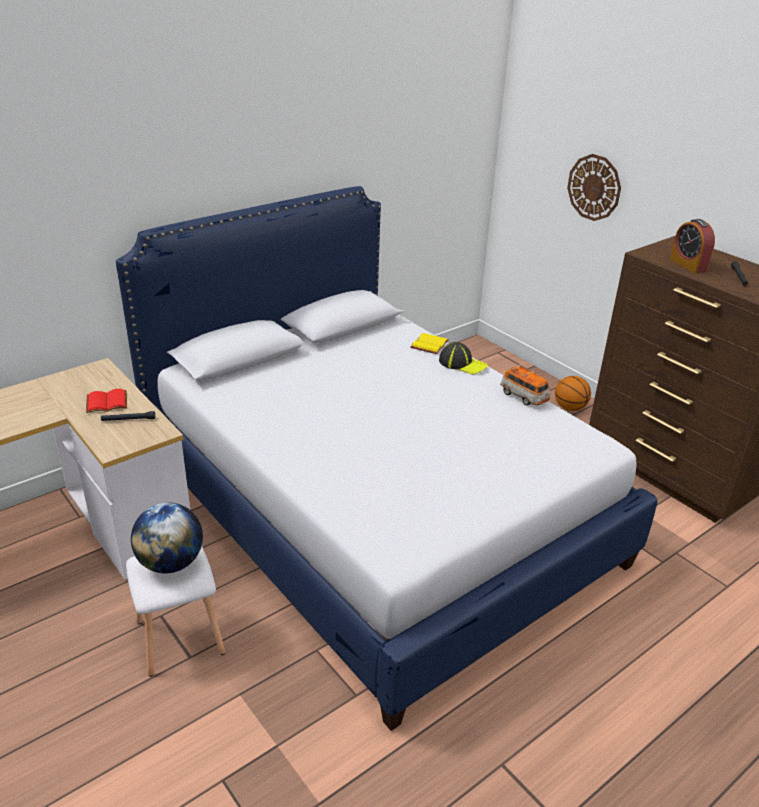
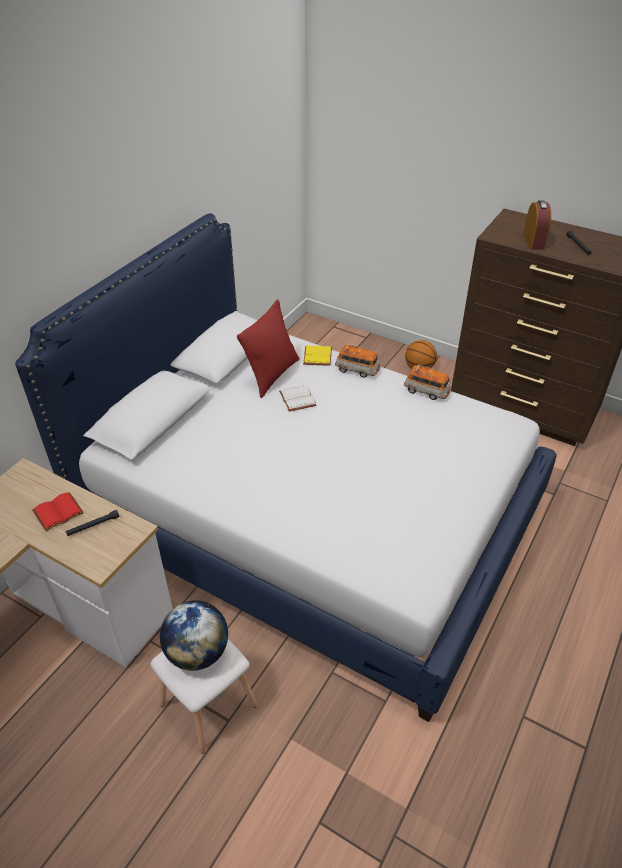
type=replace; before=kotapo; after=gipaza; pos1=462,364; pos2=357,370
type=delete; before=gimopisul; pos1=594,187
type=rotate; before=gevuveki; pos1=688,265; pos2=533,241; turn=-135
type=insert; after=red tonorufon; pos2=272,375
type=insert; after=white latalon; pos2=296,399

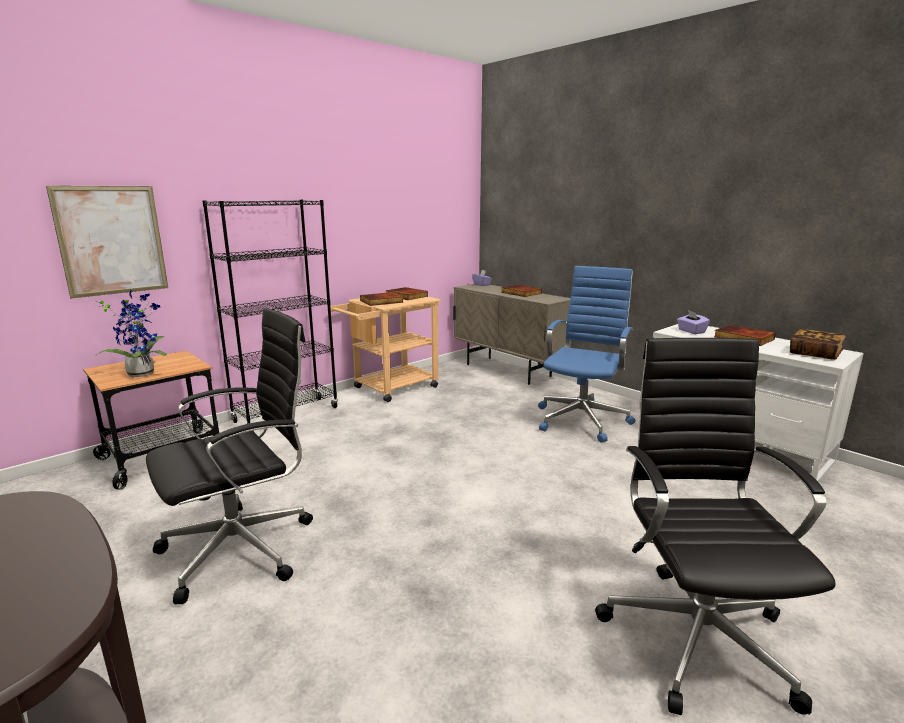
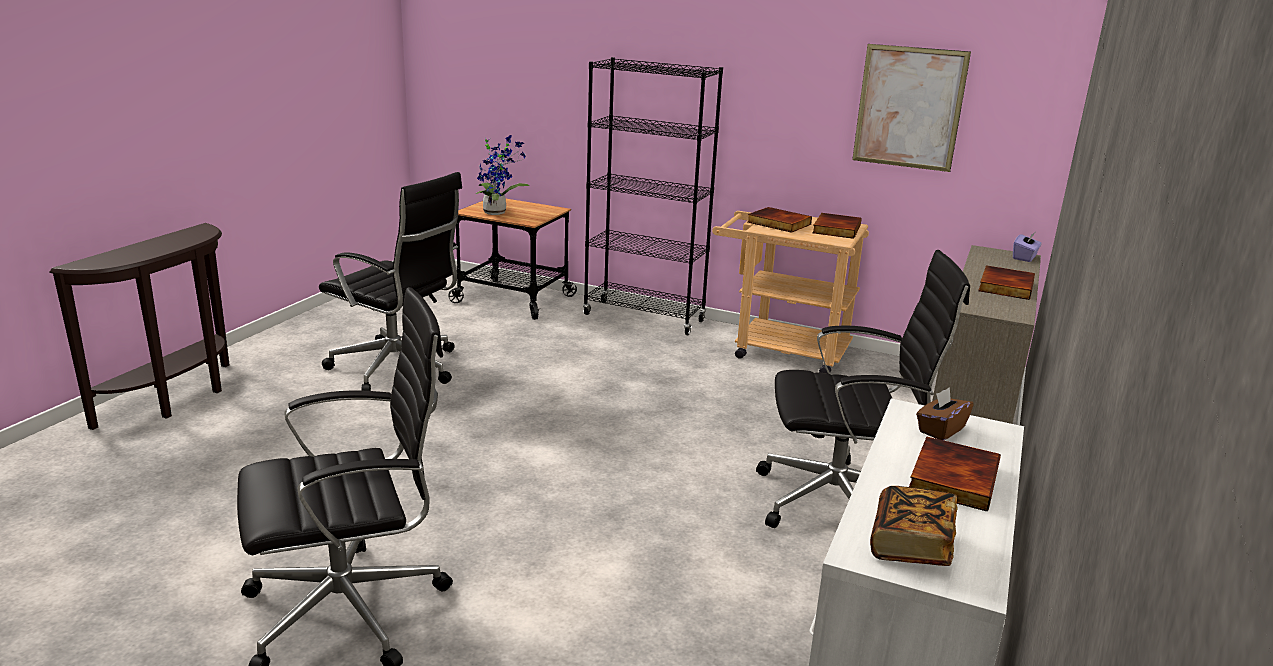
type=move; before=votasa; pos1=111,241; pos2=909,108
type=recolor; before=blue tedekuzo; after=black tedekuzo; pos1=582,419; pos2=840,503
type=recolor; before=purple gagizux; after=brown gagizux; pos1=691,331; pos2=940,430

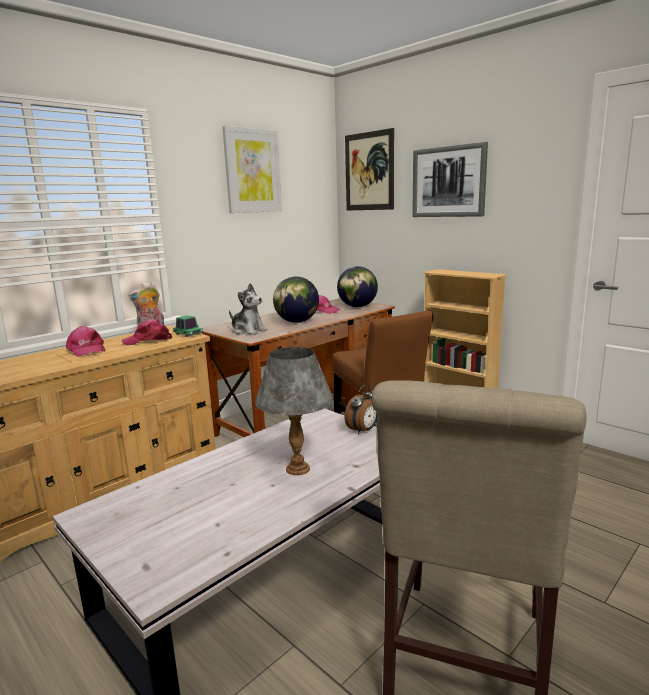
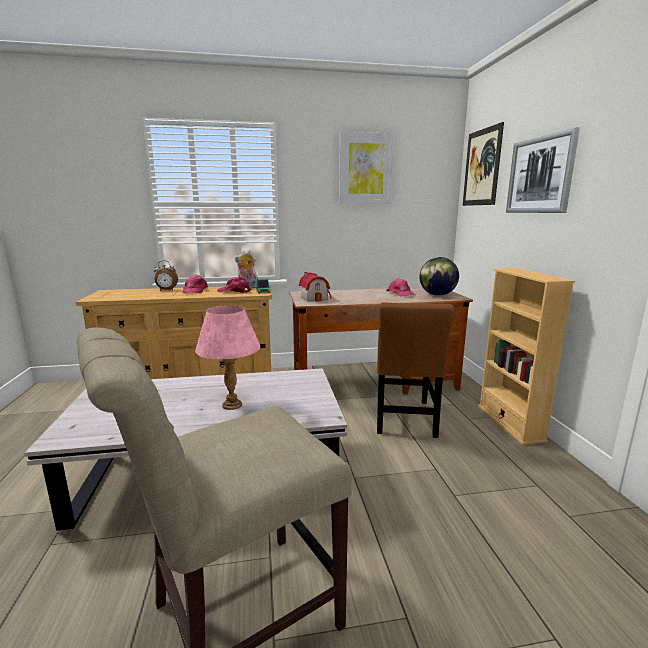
type=replace; before=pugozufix; after=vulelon; pos1=248,331; pos2=315,298
type=recolor; before=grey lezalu; after=pink lezalu; pos1=297,469; pos2=232,405
type=delete; before=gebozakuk; pos1=296,322
type=move; before=gevuveki; pos1=363,430; pos2=166,290

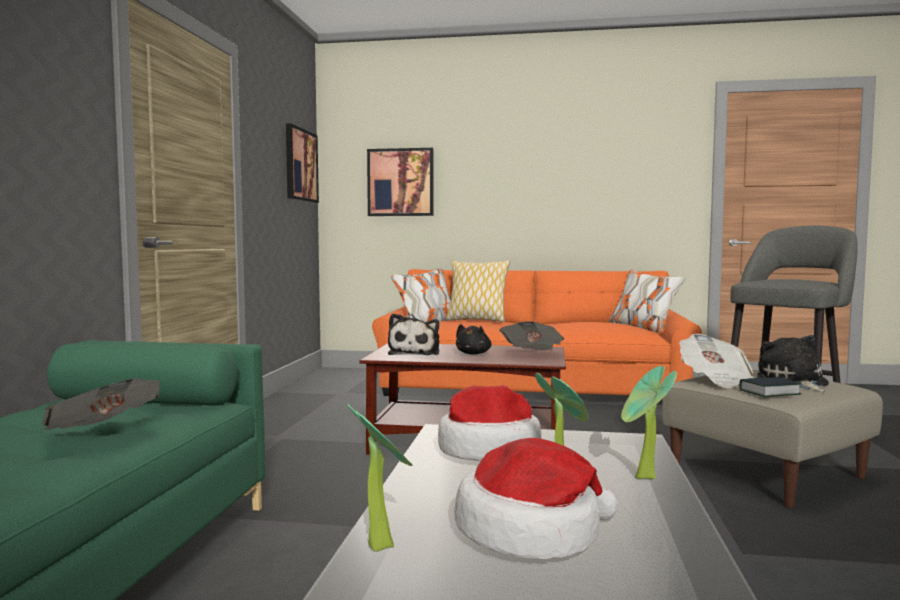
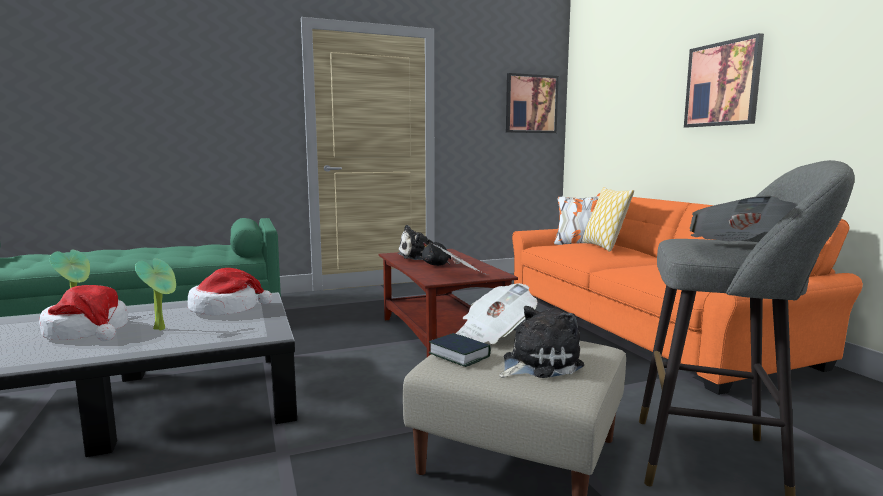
type=move; before=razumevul; pos1=103,435; pos2=737,248
type=move; before=votasa; pos1=400,182; pos2=722,84
type=delete; before=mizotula; pos1=644,479

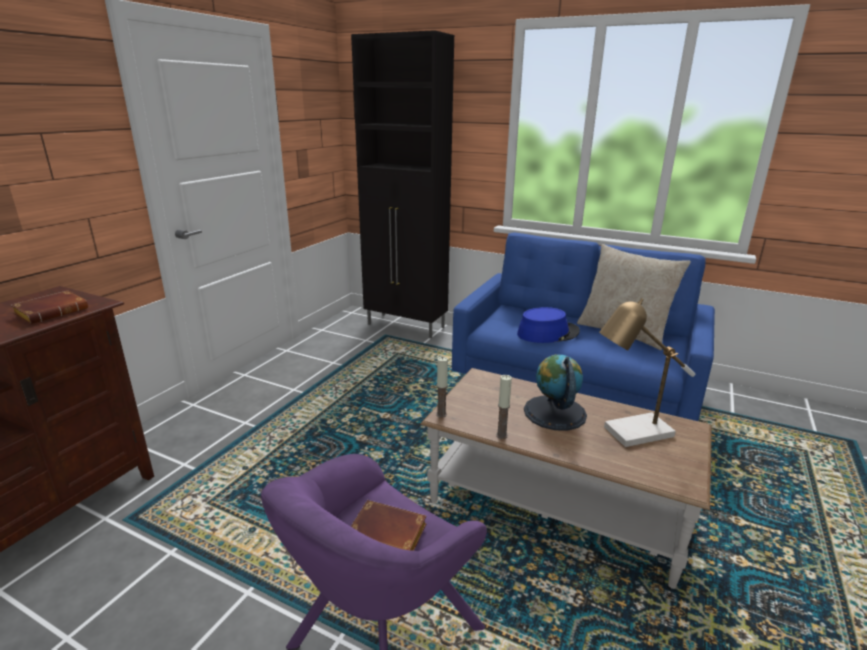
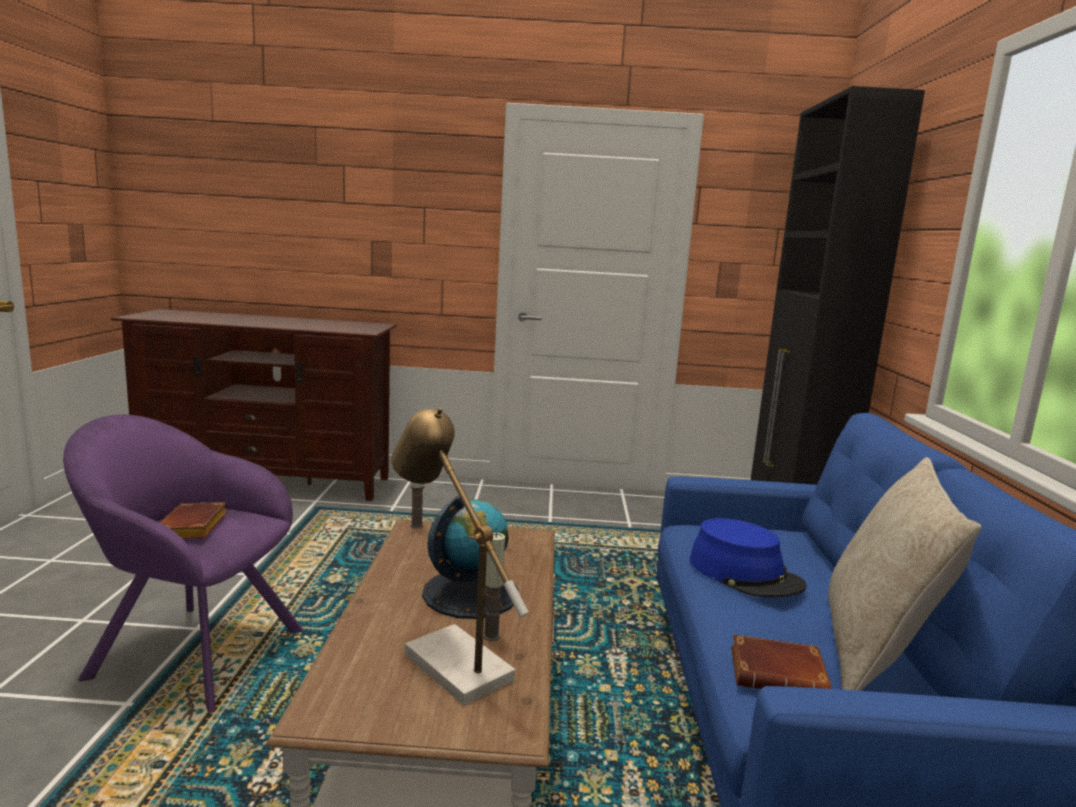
type=move; before=brown latalon; pos1=53,312; pos2=779,674
type=move; before=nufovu; pos1=501,435; pos2=491,635

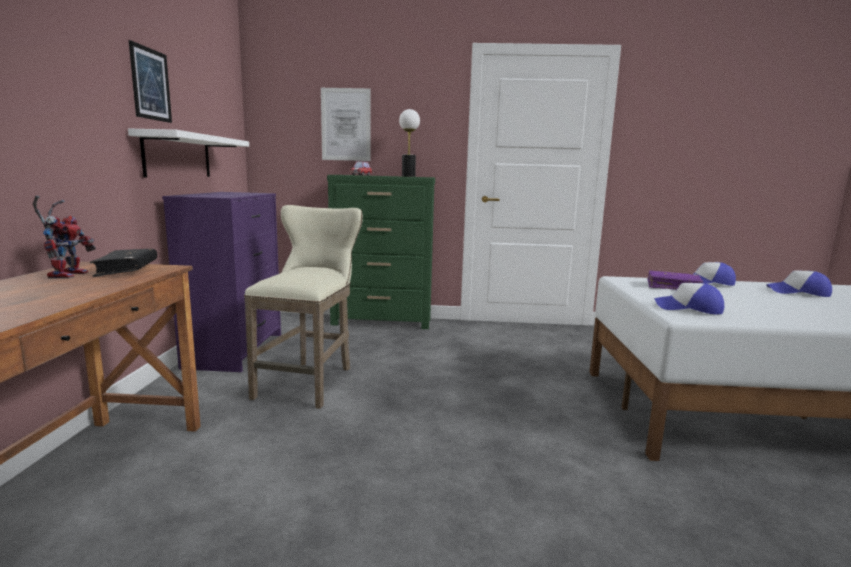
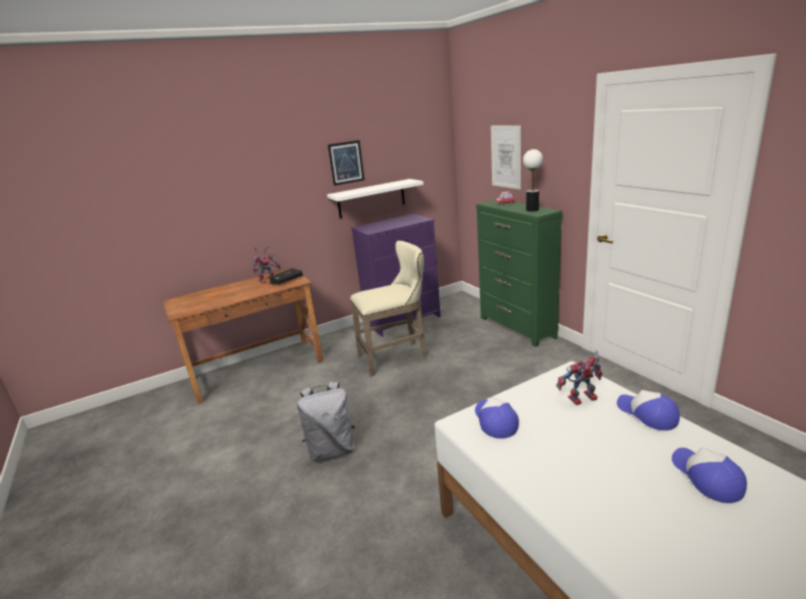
type=replace; before=purple latalon; after=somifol; pos1=672,287; pos2=581,400
type=insert; after=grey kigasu; pos2=332,450

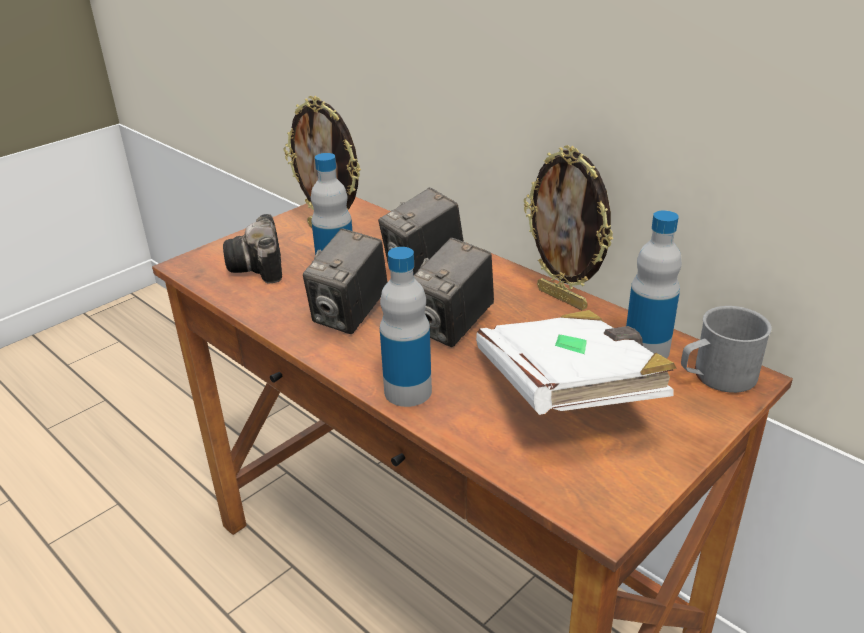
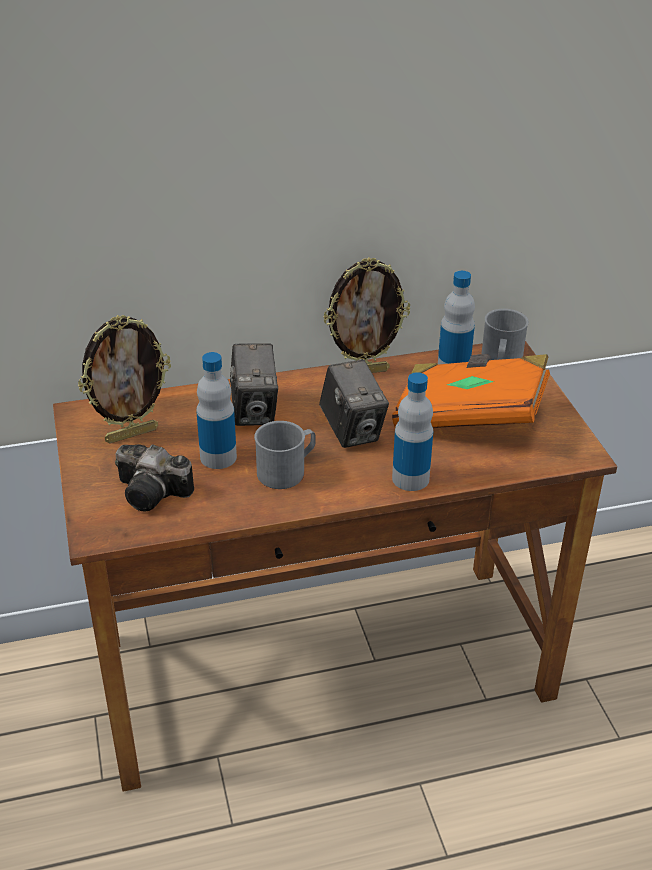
type=replace; before=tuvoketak; after=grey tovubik; pos1=350,315; pos2=287,470
type=recolor; before=white latalon; after=orange latalon; pos1=567,392; pos2=469,417

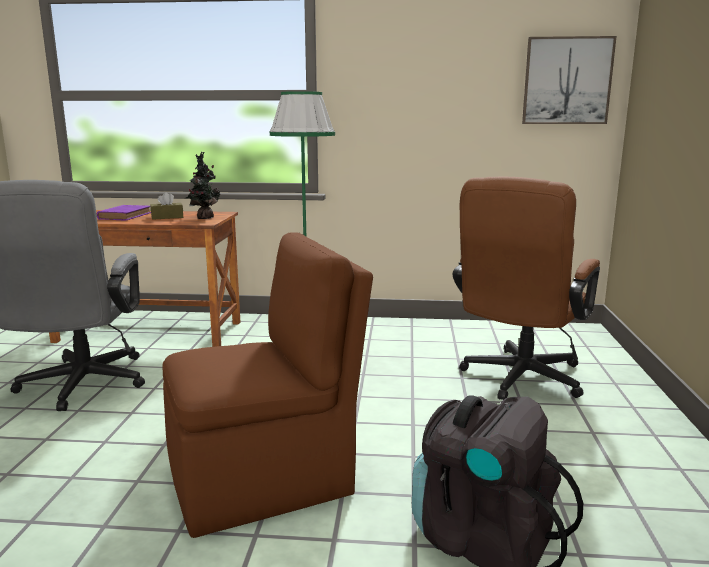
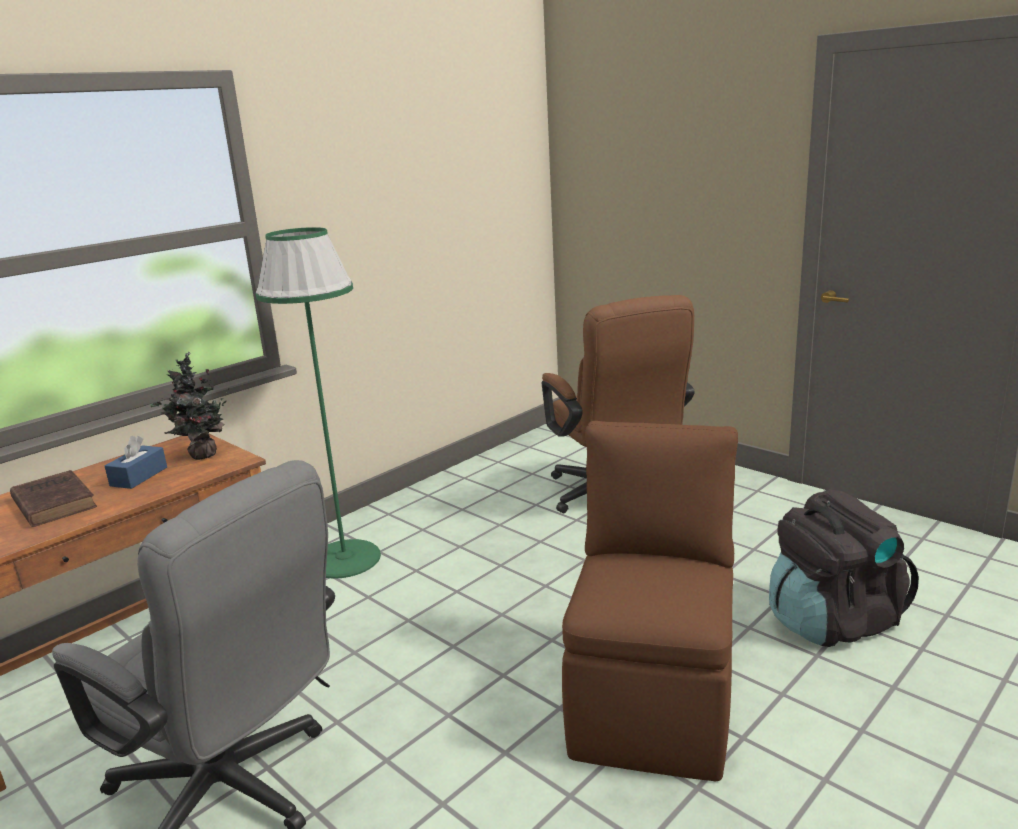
type=recolor; before=purple latalon; after=brown latalon; pos1=125,216; pos2=53,503
type=recolor; before=brown gagizux; after=blue gagizux; pos1=167,217; pos2=139,476
type=delete; before=votasa; pos1=567,81

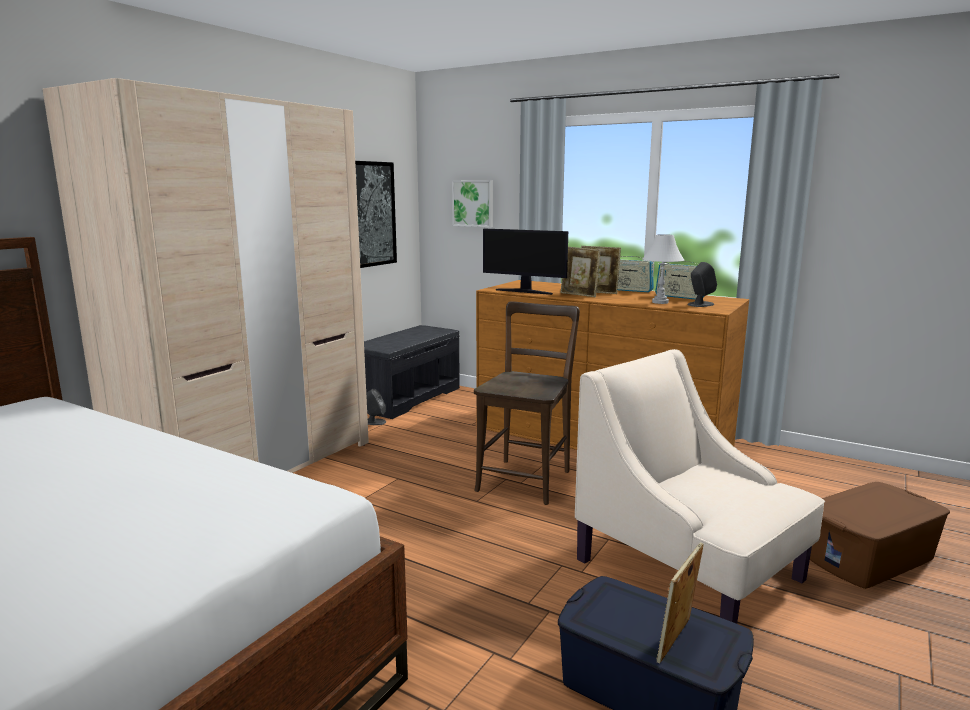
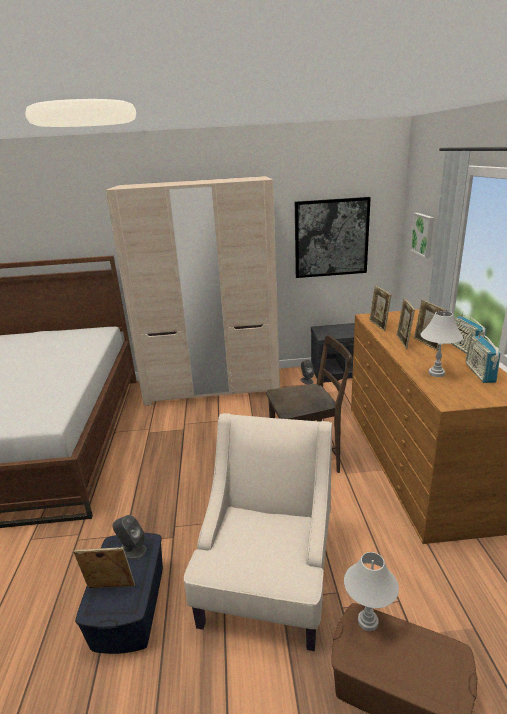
type=replace; before=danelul; after=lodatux; pos1=524,291; pos2=378,325
type=move; before=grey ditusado; pos1=700,304; pos2=132,550
type=insert; after=white lezalu; pos2=368,621

